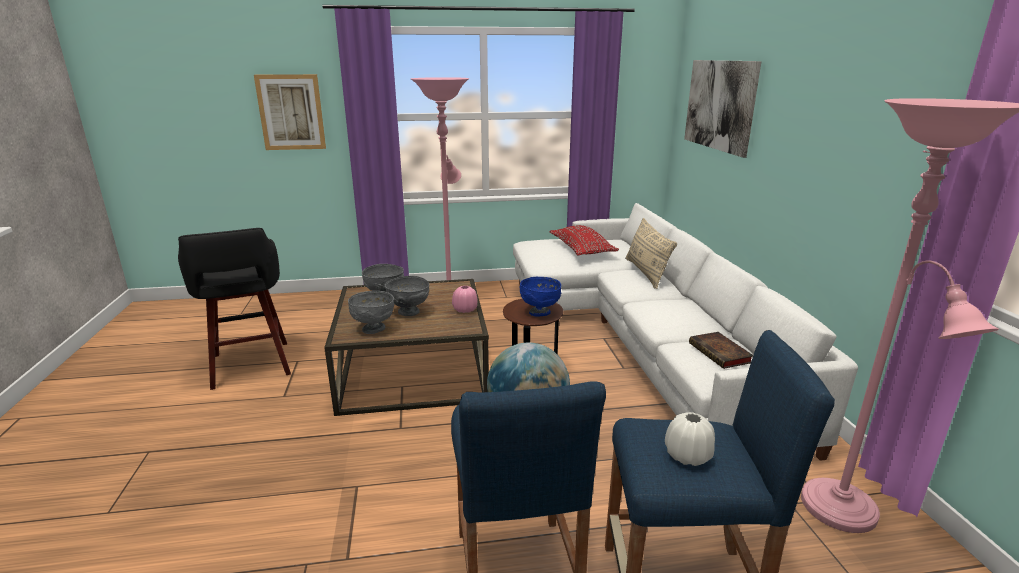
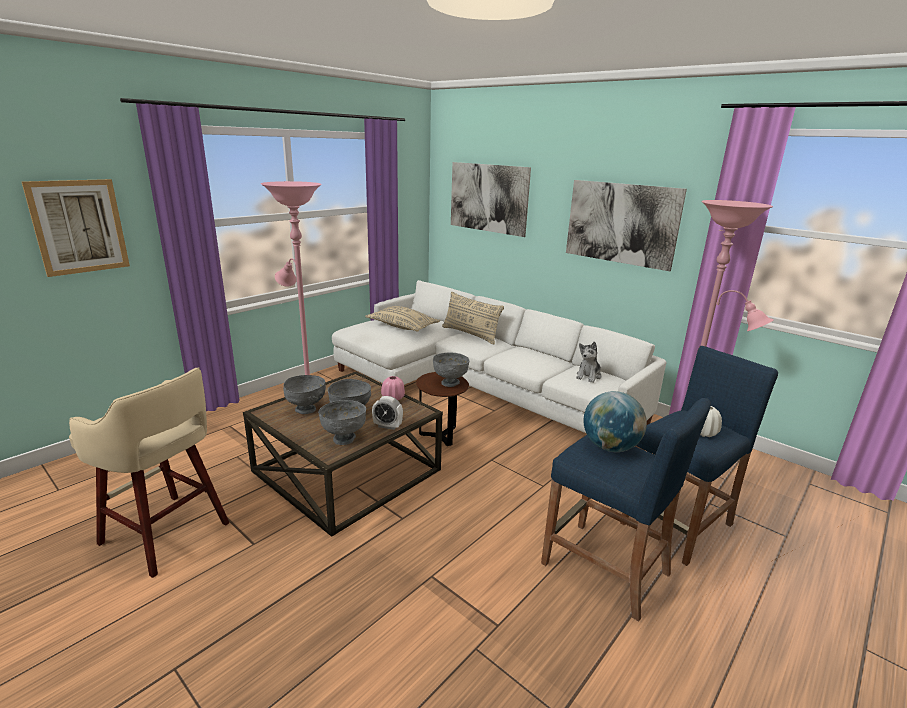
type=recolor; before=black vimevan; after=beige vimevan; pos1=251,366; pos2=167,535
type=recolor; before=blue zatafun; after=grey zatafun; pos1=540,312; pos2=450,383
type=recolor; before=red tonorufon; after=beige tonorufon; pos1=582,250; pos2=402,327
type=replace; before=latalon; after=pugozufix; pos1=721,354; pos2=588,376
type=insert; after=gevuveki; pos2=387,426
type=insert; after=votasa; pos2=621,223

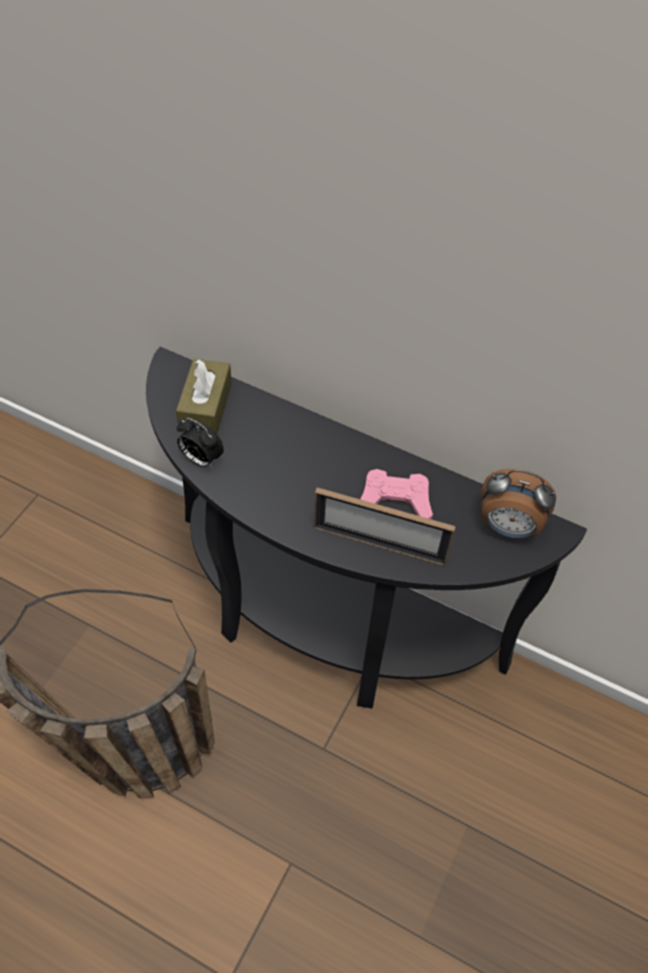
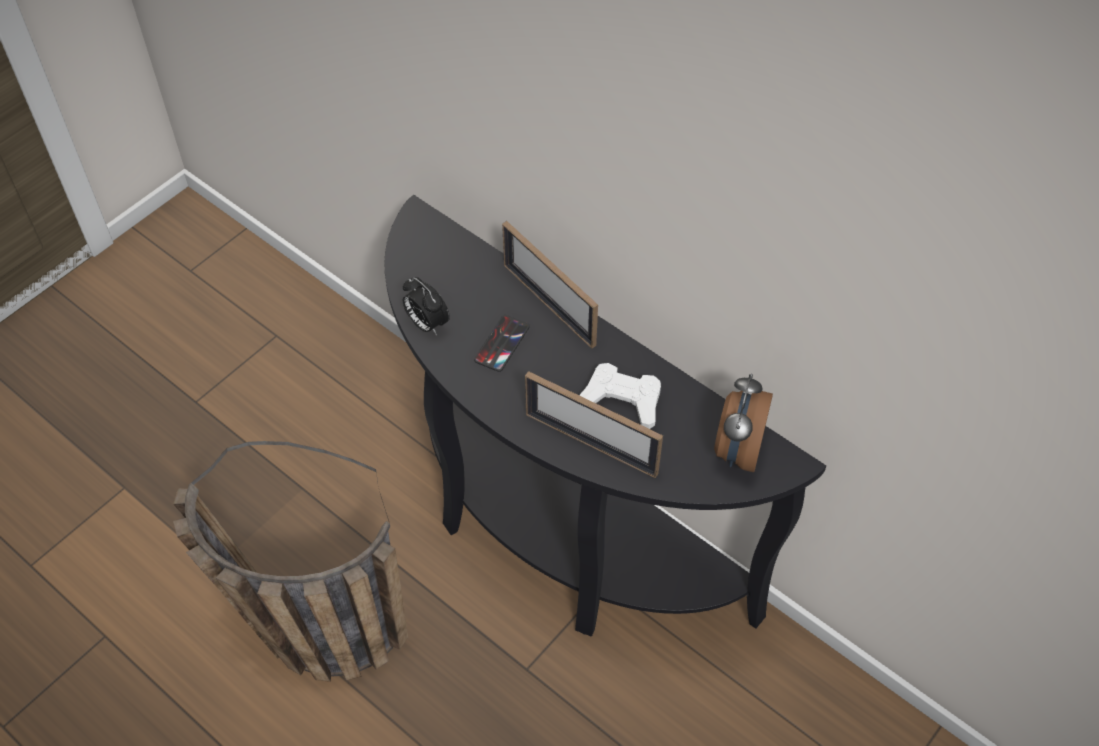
type=delete; before=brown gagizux; pos1=205,407
type=recolor; before=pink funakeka; after=white funakeka; pos1=395,500; pos2=621,400
type=rotate; before=gevuveki; pos1=508,527; pos2=737,449; turn=75
type=insert; after=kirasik; pos2=502,343
type=insert; after=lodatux; pos2=549,304

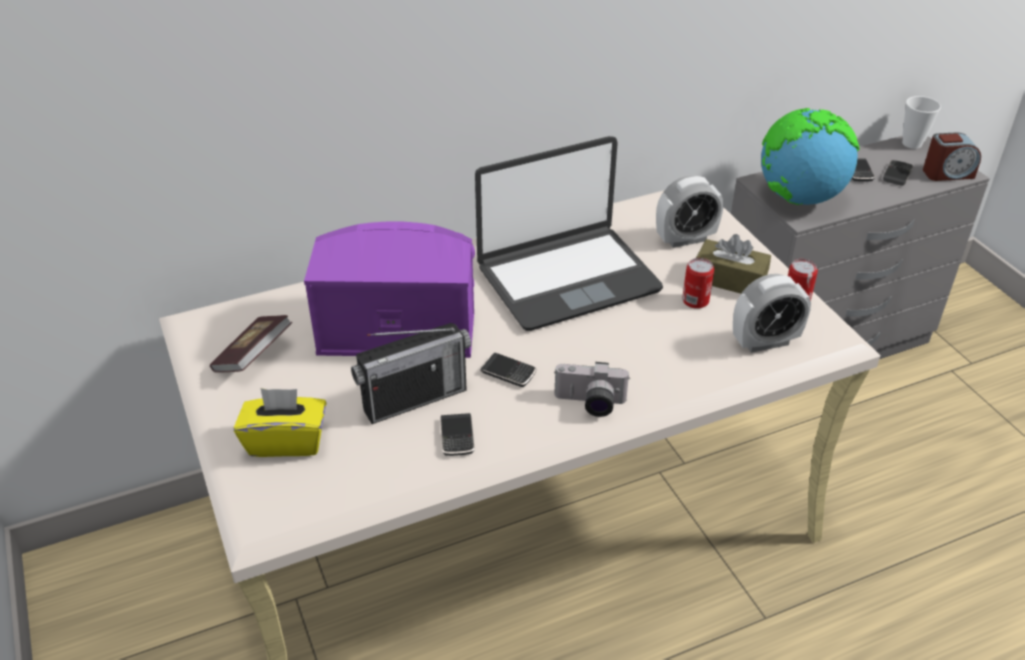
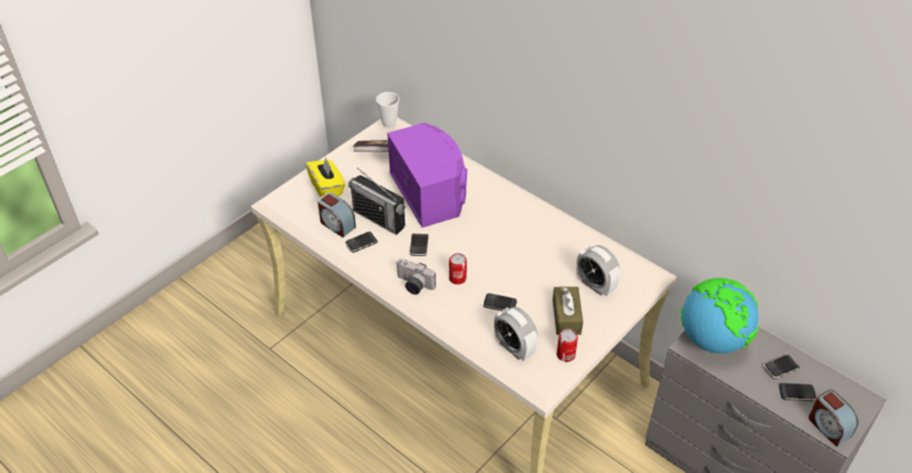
type=delete; before=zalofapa; pos1=567,278
type=rotate; before=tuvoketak; pos1=589,404; pos2=413,285; turn=-45
type=move; before=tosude; pos1=695,301; pos2=457,278
type=move; before=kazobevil; pos1=912,143; pos2=389,123
type=insert; after=gevuveki; pos2=337,225
type=insert; after=kirasik; pos2=499,304

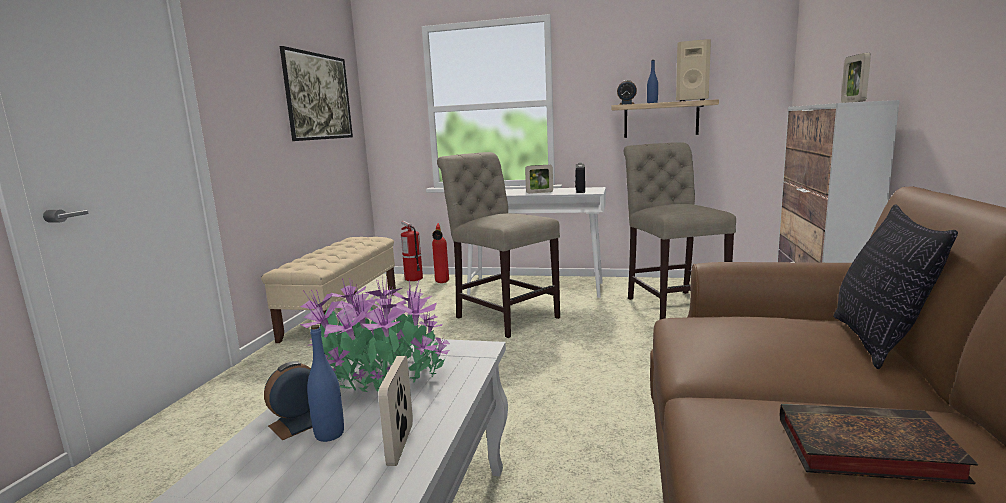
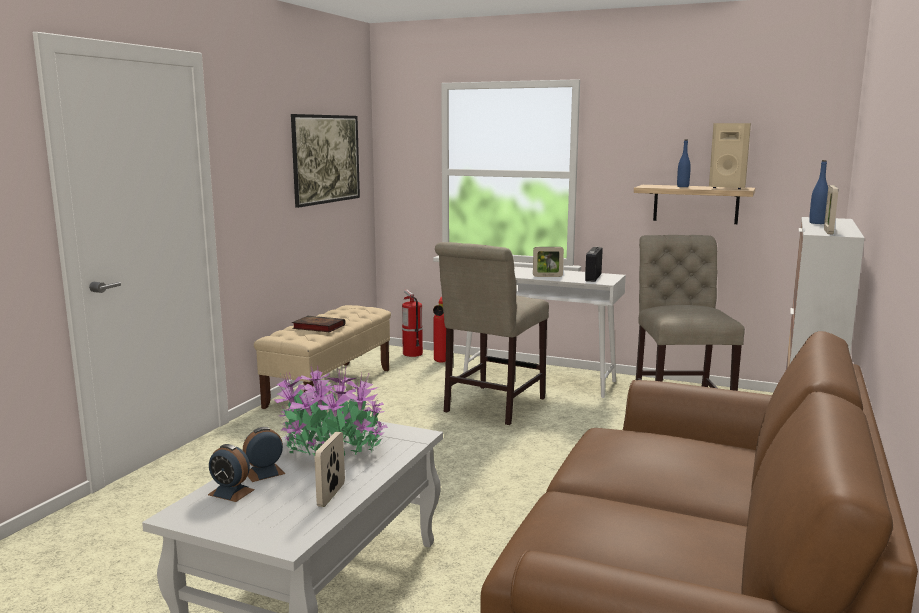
type=move; before=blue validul; pos1=329,434; pos2=817,223
type=rotate; before=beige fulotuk; pos1=503,316; pos2=491,406; turn=-120
type=move; before=gevuveki; pos1=626,104; pos2=231,492
type=move; before=latalon; pos1=862,450; pos2=317,327
type=delete; before=tonorufon; pos1=876,342

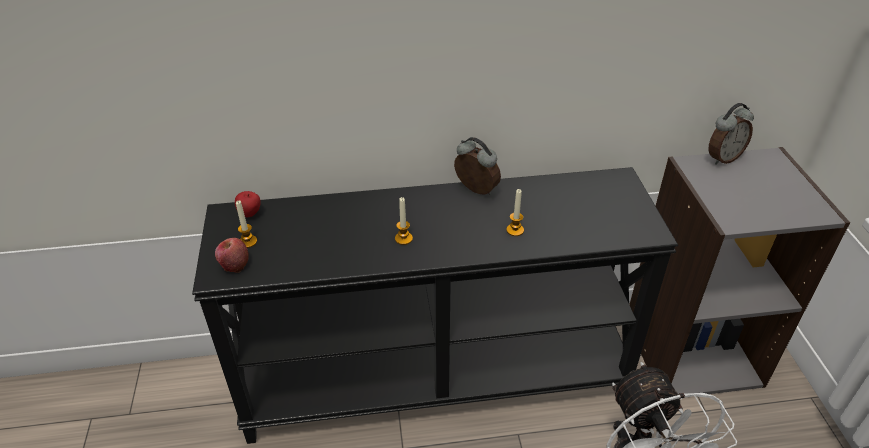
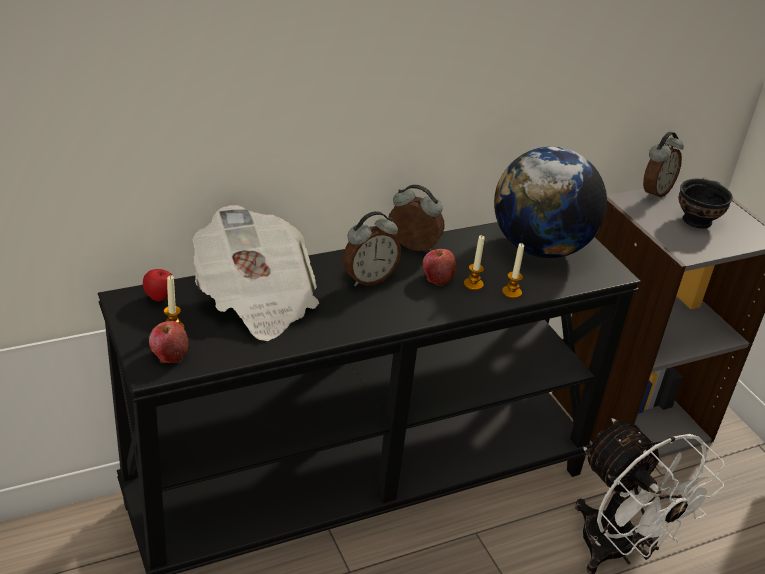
type=move; before=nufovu; pos1=403,238; pos2=511,292
type=insert; after=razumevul; pos2=256,300
type=insert; after=gevuveki; pos2=368,279
type=insert; after=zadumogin; pos2=437,277
type=insert; after=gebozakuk; pos2=540,248
type=insert; after=black zatafun; pos2=696,221

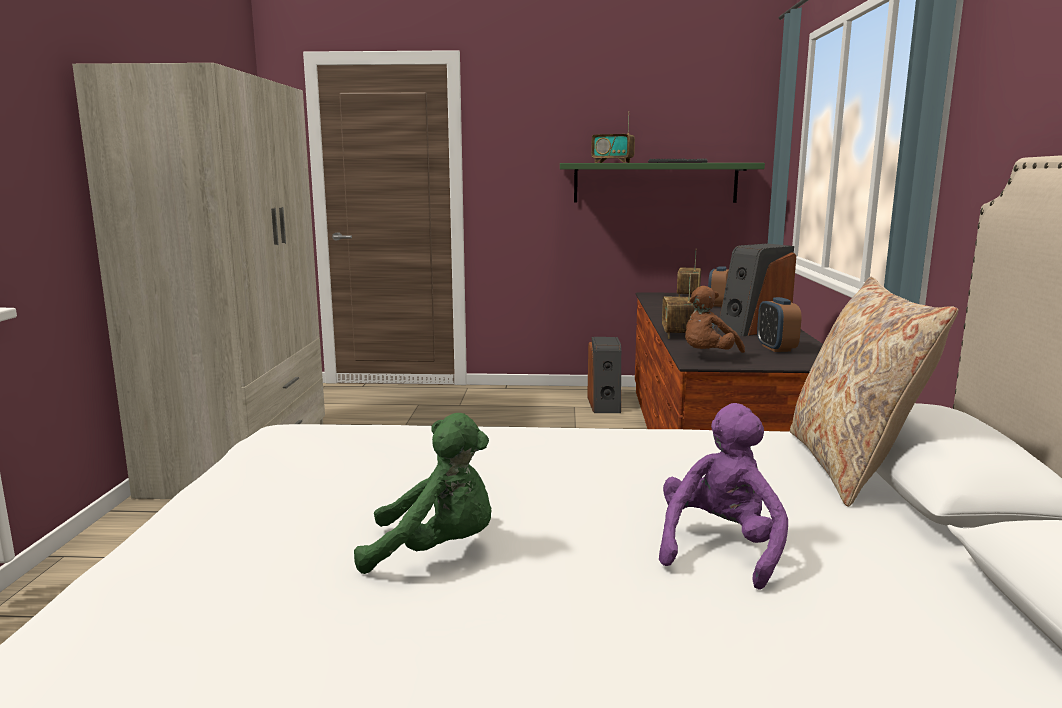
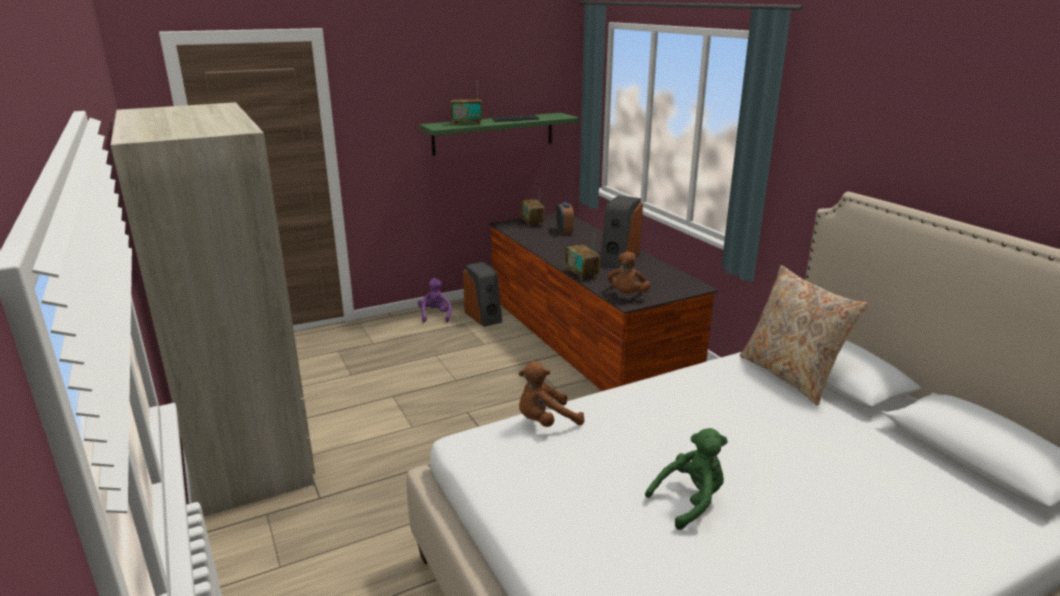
type=move; before=purple pugozufix; pos1=720,548; pos2=435,315
type=delete; before=gevuveki; pos1=776,348
type=insert; after=brown pugozufix; pos2=545,421

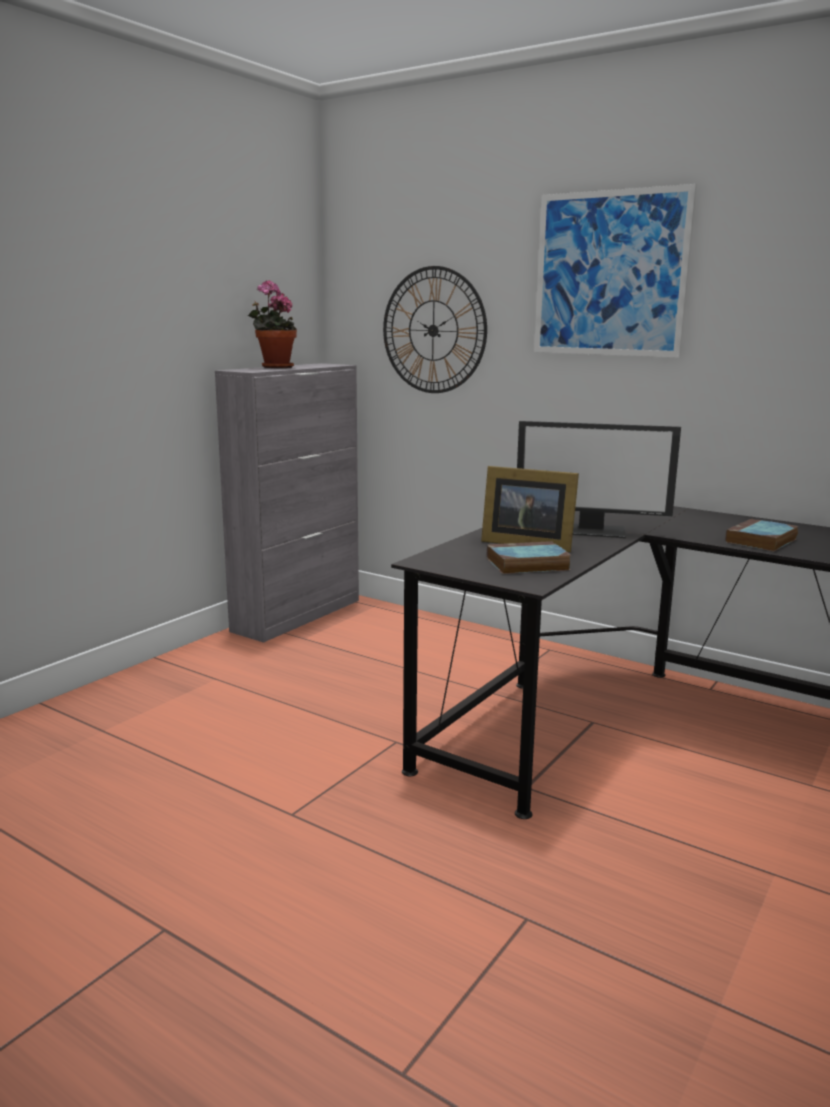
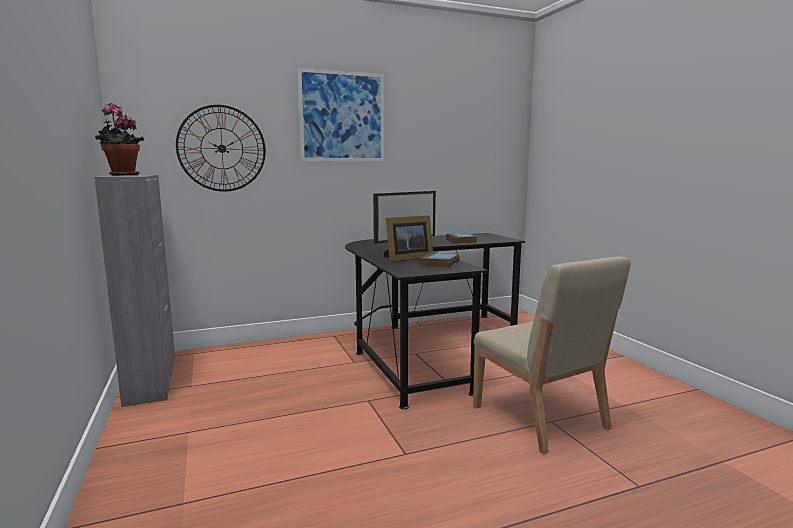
type=insert; after=beige fulotuk; pos2=540,418

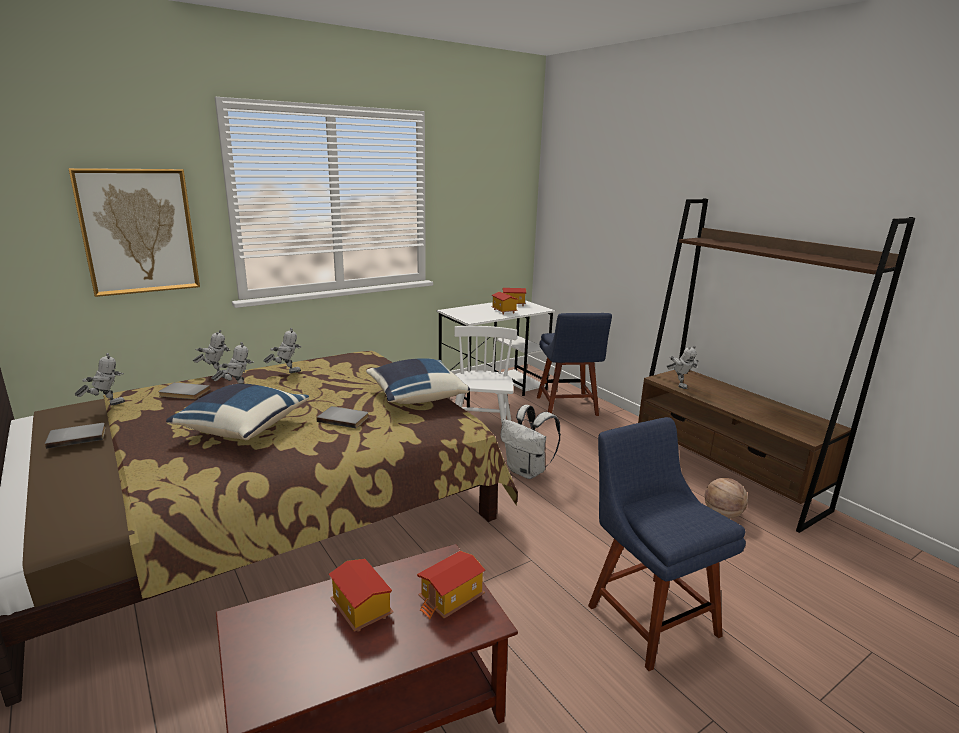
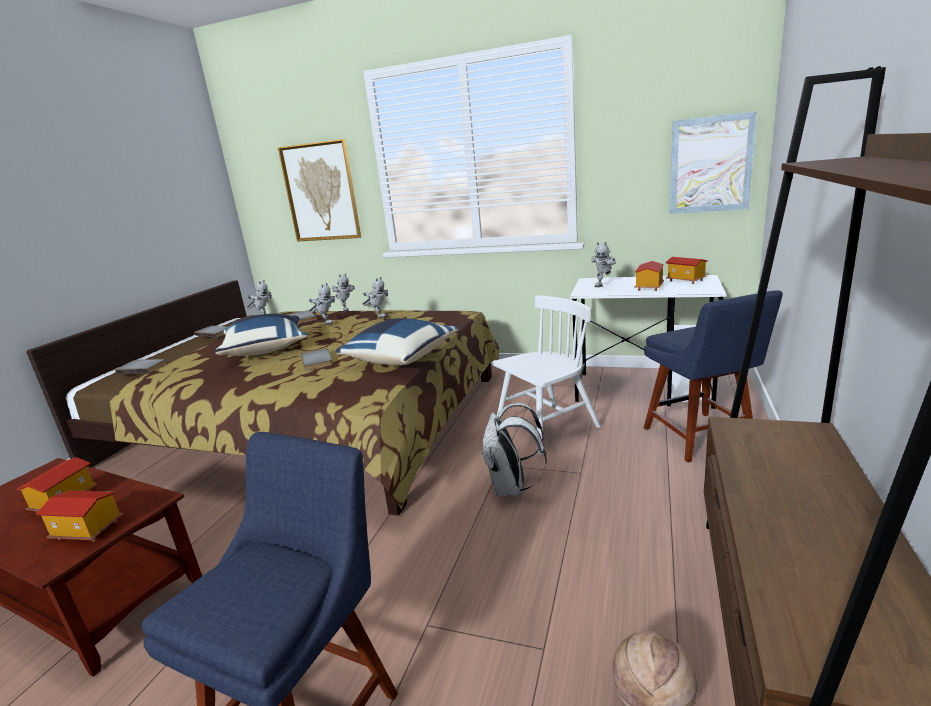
type=rotate; before=blue fulotuk; pos1=567,407; pos2=701,438; turn=-60
type=move; before=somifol; pos1=679,385; pos2=604,285
type=insert; after=grey latalon; pos2=143,367
type=insert; after=votasa; pos2=710,165

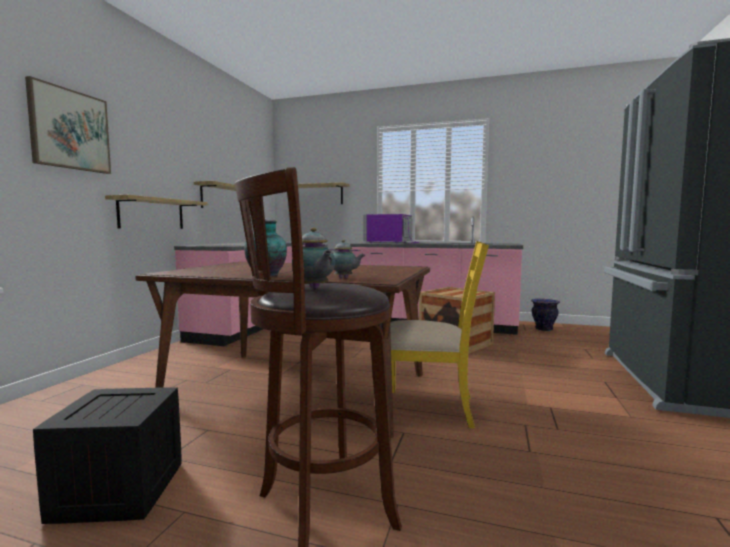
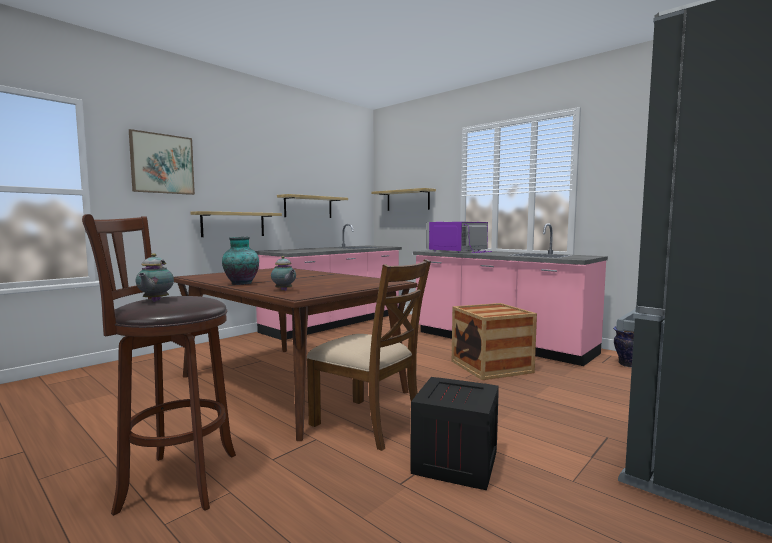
type=move; before=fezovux; pos1=119,490; pos2=454,461
type=recolor; before=yellow fulotuk; after=brown fulotuk; pos1=428,407; pos2=368,423

